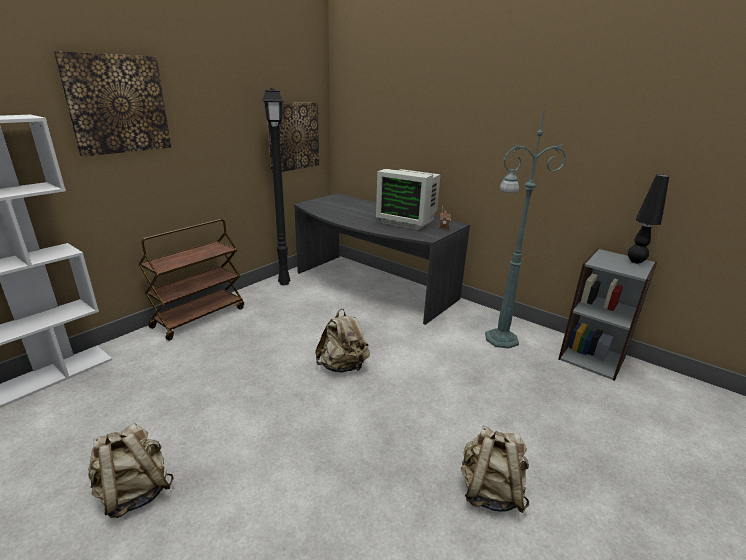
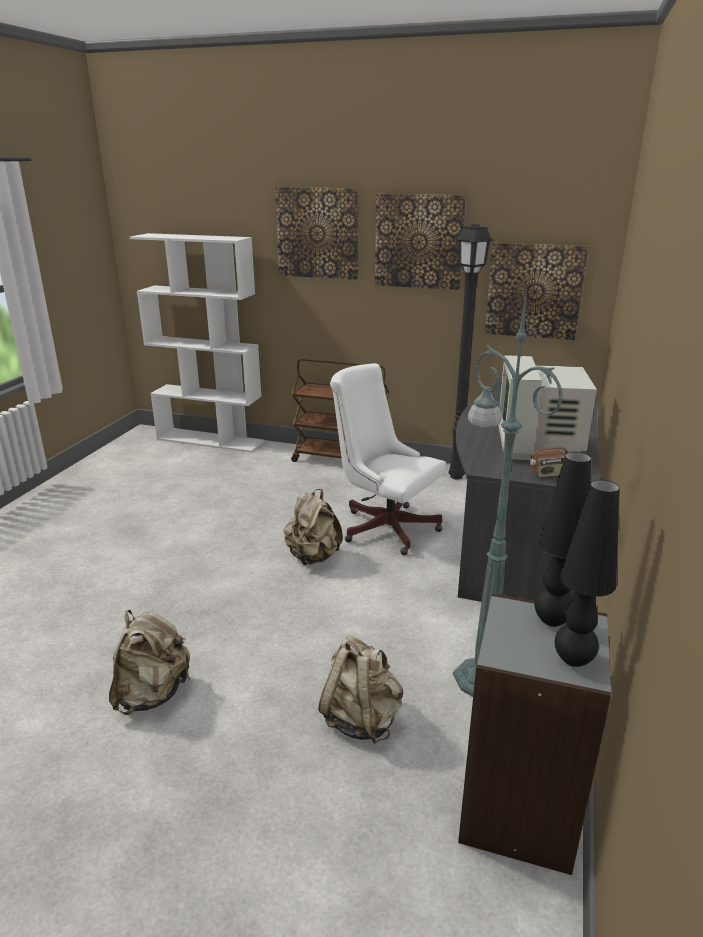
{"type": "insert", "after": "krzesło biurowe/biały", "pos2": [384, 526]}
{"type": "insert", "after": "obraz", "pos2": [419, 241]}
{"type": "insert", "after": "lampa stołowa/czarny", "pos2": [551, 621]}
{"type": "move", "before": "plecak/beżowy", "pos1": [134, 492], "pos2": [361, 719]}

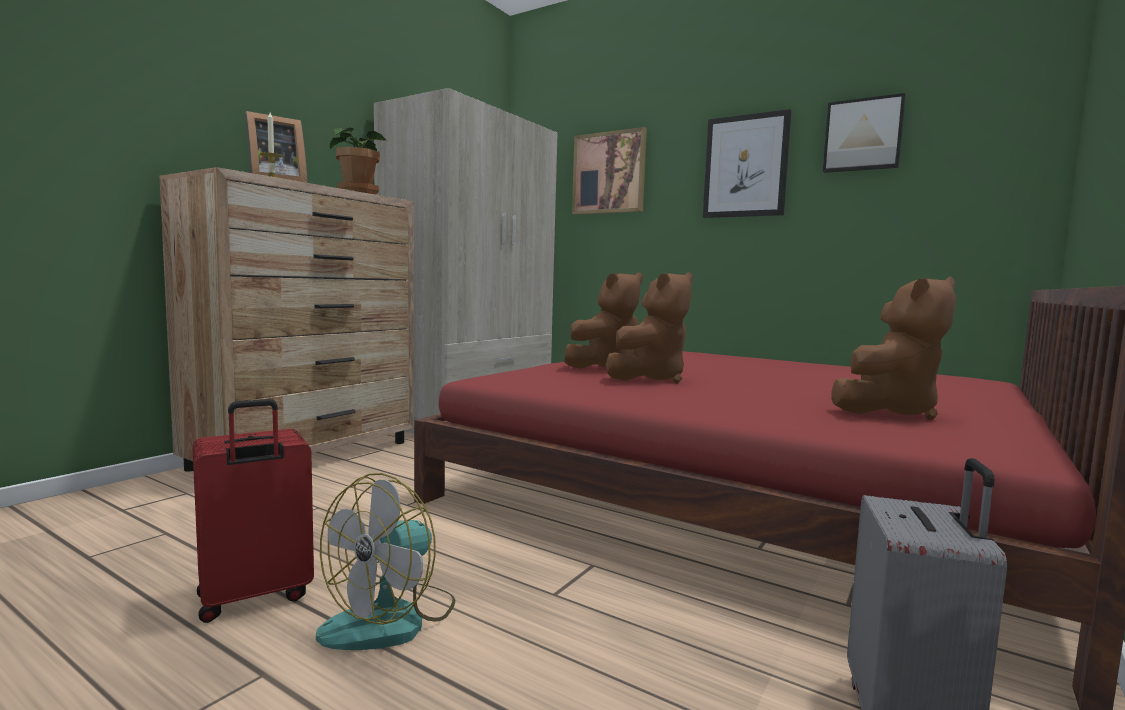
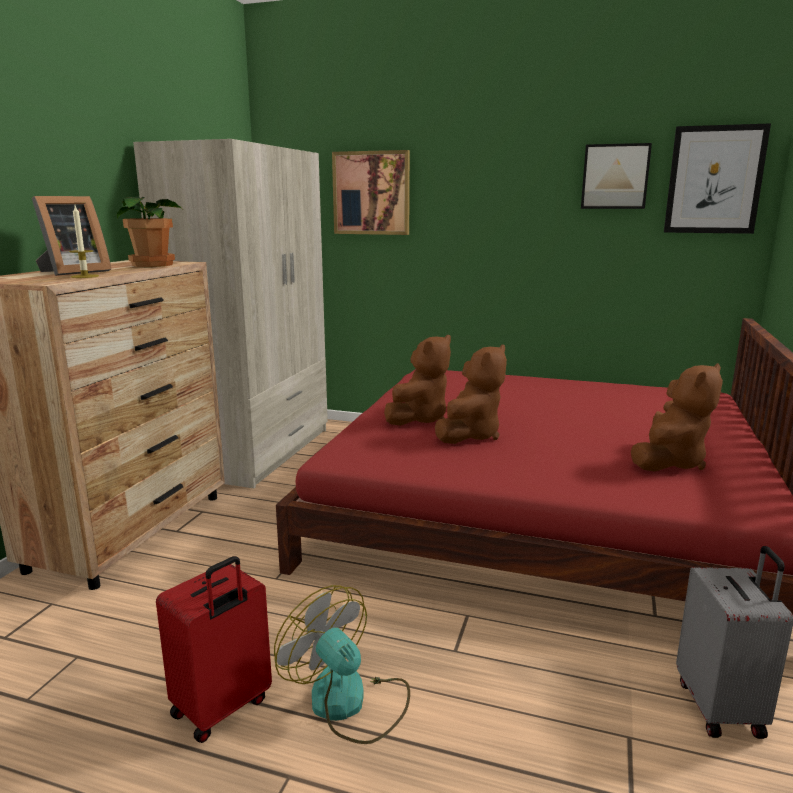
{"type": "move", "before": "obraz", "pos1": [745, 166], "pos2": [714, 180]}
{"type": "rotate", "before": "wentylator", "pos1": [391, 619], "pos2": [349, 703], "turn": 120}

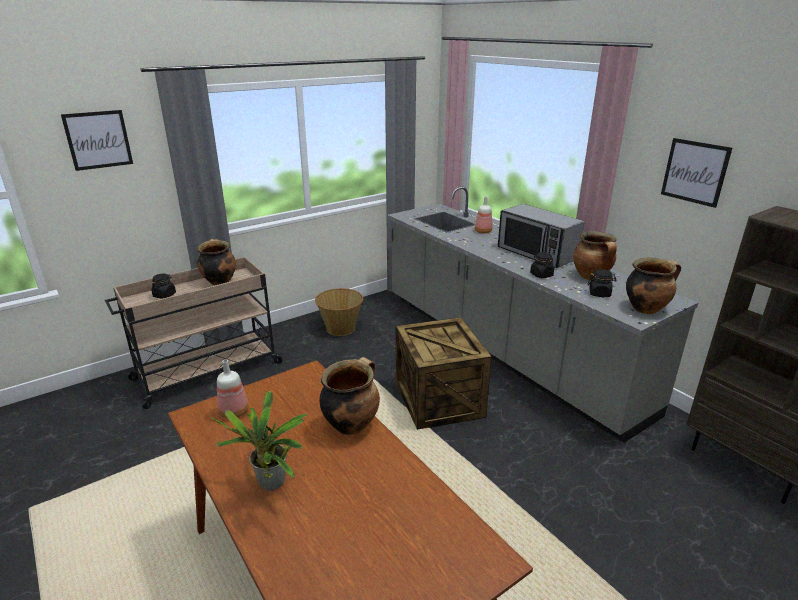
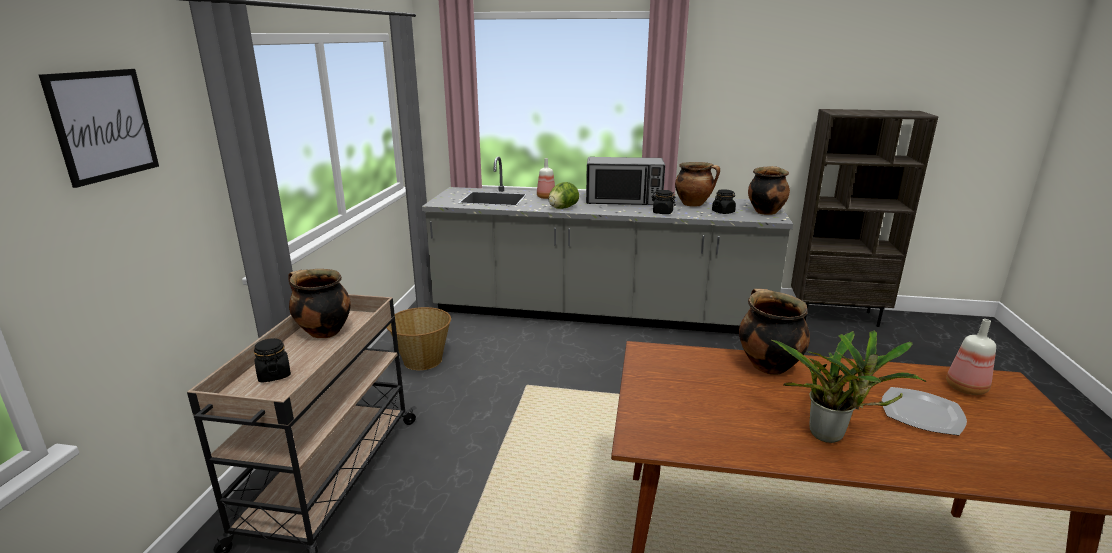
{"type": "delete", "before": "skrzynka", "pos1": [437, 399]}
{"type": "delete", "before": "obraz", "pos1": [695, 172]}
{"type": "insert", "after": "sałata", "pos2": [562, 208]}
{"type": "insert", "after": "talerz", "pos2": [921, 414]}
{"type": "move", "before": "butelka", "pos1": [233, 411], "pos2": [964, 388]}

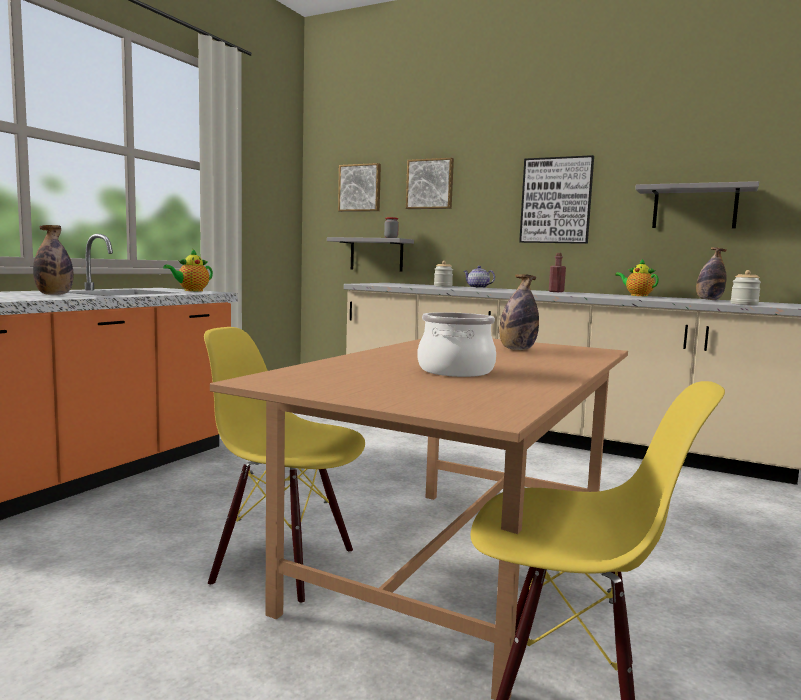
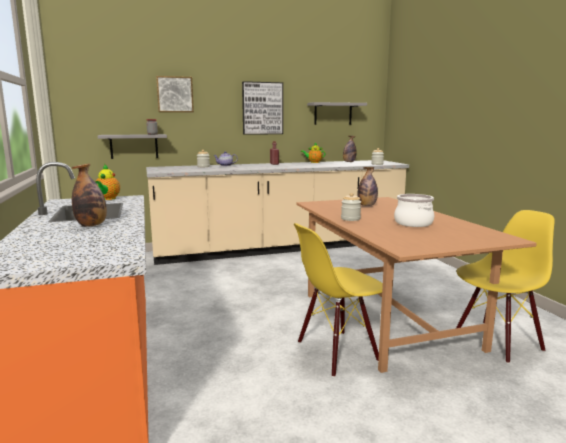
{"type": "delete", "before": "obraz", "pos1": [360, 188]}
{"type": "insert", "after": "słoik", "pos2": [350, 219]}

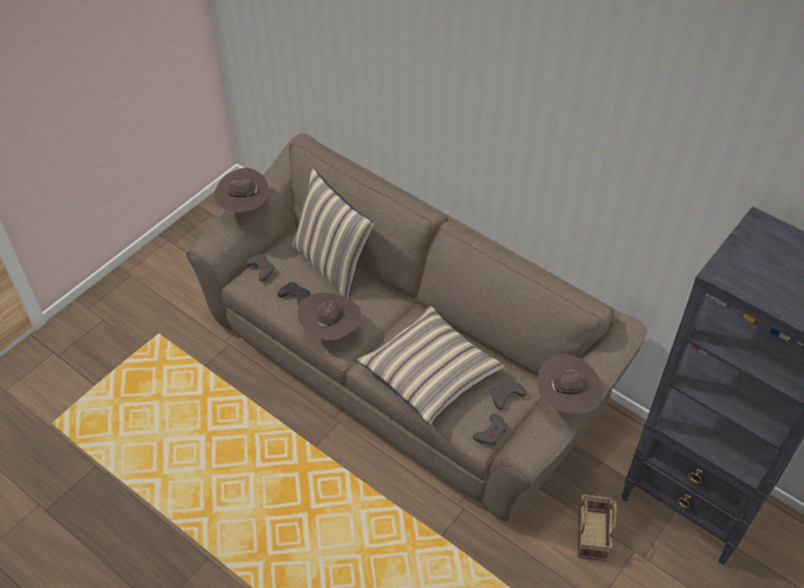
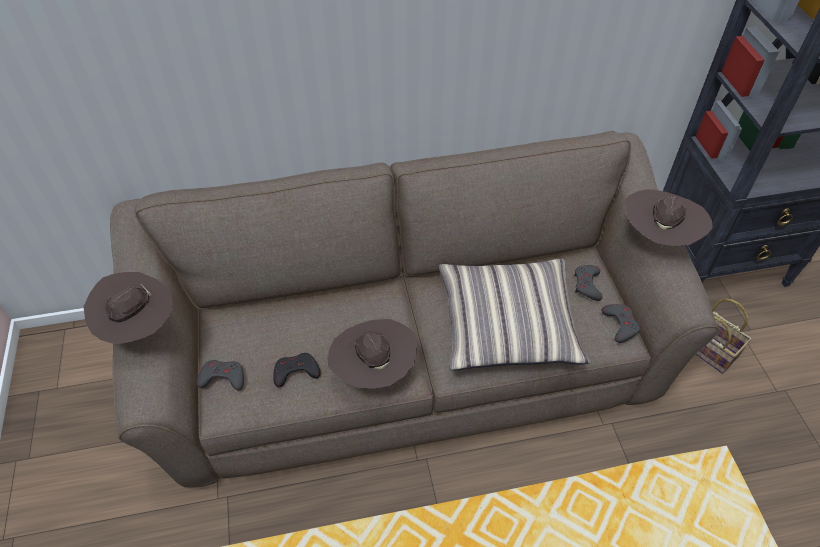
{"type": "delete", "before": "poduszka", "pos1": [333, 265]}

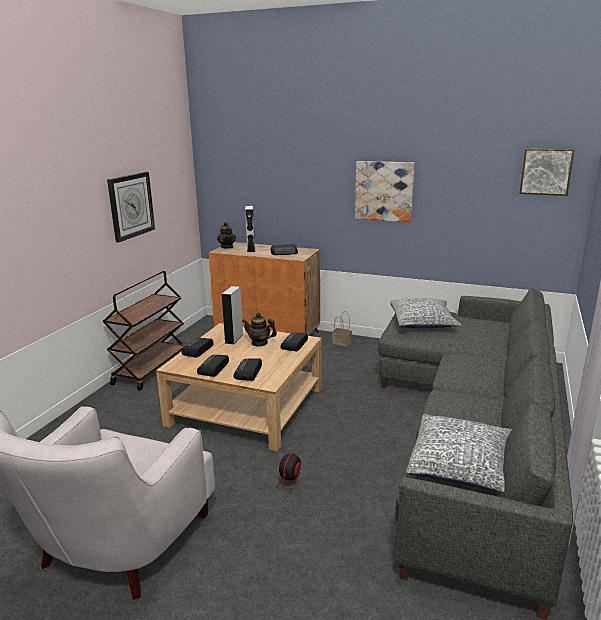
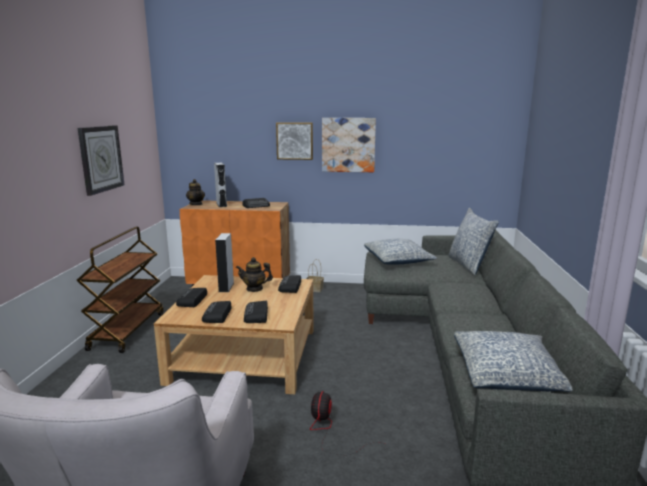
{"type": "insert", "after": "poduszka", "pos2": [469, 265]}
{"type": "move", "before": "obraz", "pos1": [546, 171], "pos2": [295, 141]}

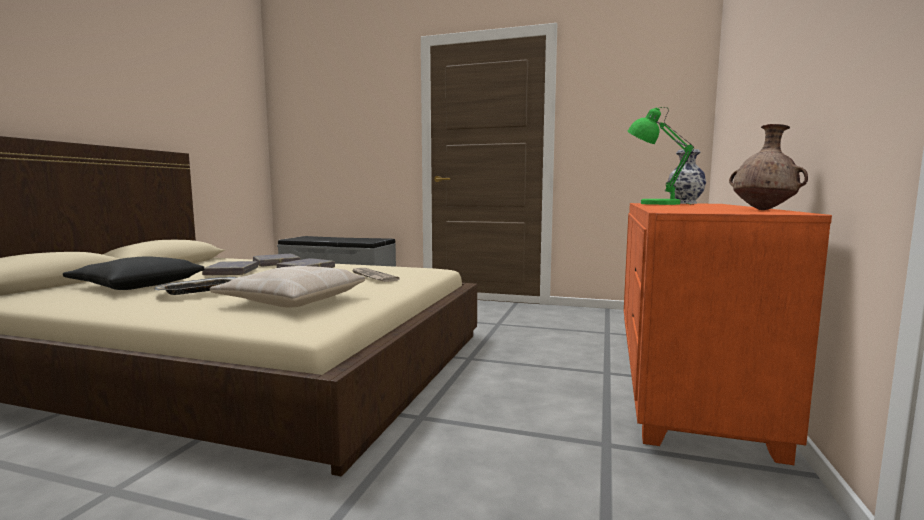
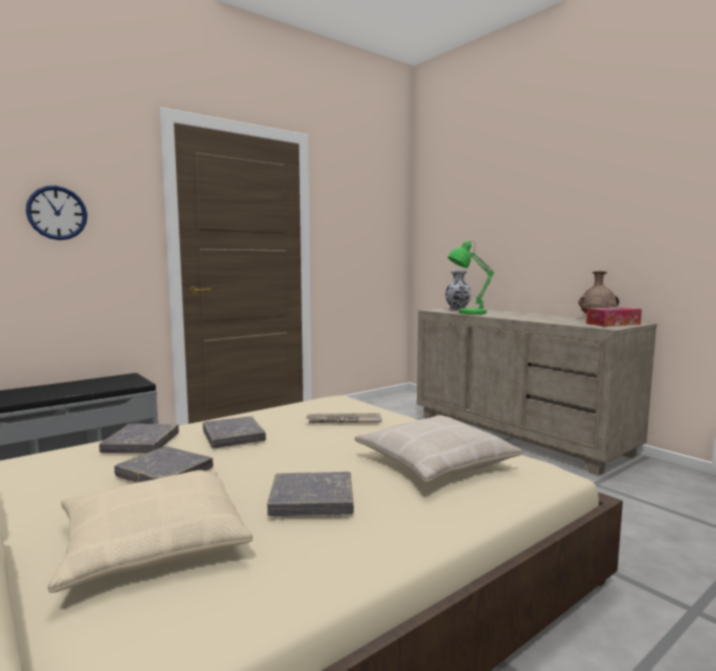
{"type": "insert", "after": "zegar ścienny", "pos2": [57, 213]}
{"type": "insert", "after": "pudełko chusteczek", "pos2": [613, 324]}
{"type": "replace", "before": "taca", "after": "książka/szary", "pos1": [199, 291], "pos2": [312, 500]}
{"type": "recolor", "before": "poduszka/czarny", "after": "poduszka/beżowy", "pos1": [137, 284], "pos2": [151, 543]}
{"type": "recolor", "before": "komoda/pomarańczowy", "after": "komoda/beżowy", "pos1": [683, 380], "pos2": [517, 435]}

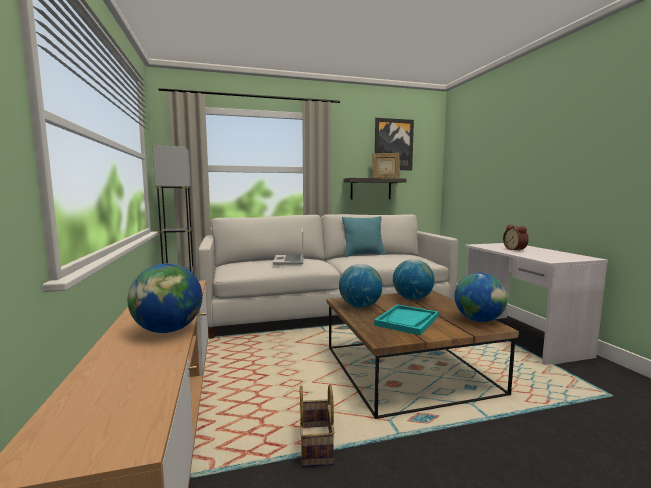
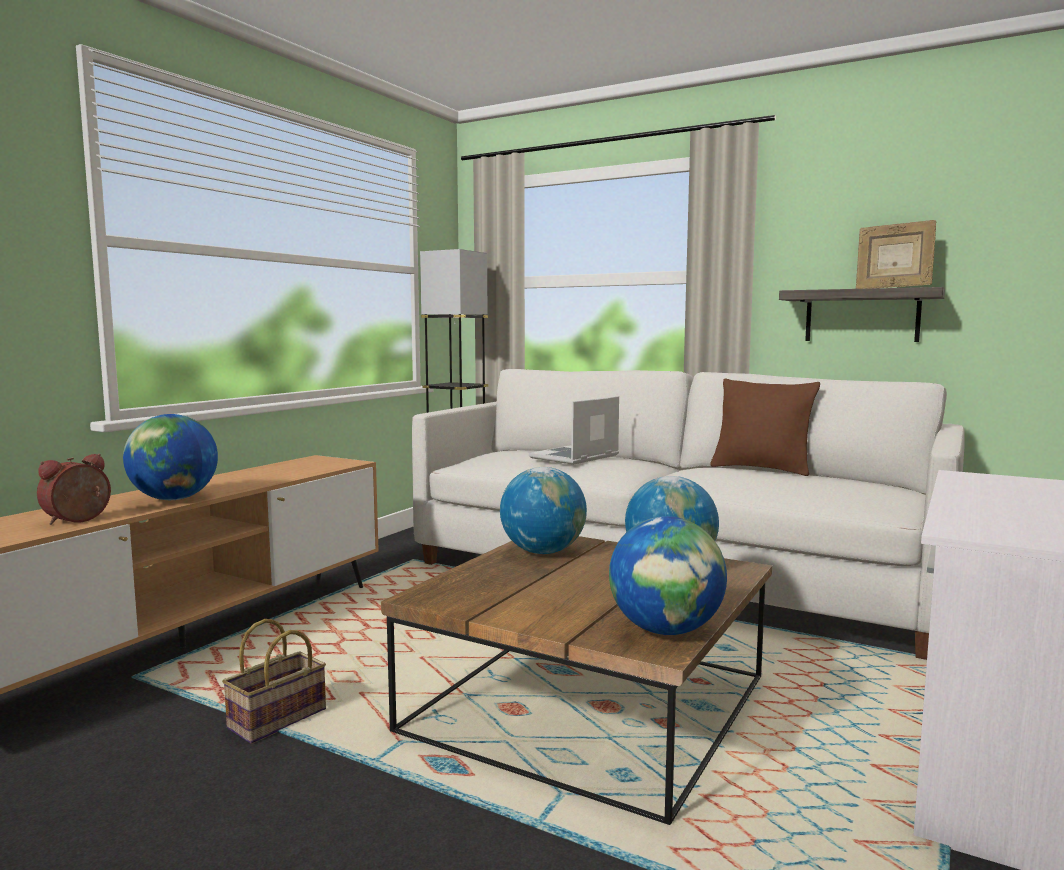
{"type": "delete", "before": "taca/turkusowy", "pos1": [407, 321]}
{"type": "delete", "before": "obraz", "pos1": [393, 144]}
{"type": "move", "before": "budzik", "pos1": [515, 249], "pos2": [79, 520]}
{"type": "recolor", "before": "poduszka/turkusowy", "after": "poduszka/brązowy", "pos1": [363, 254], "pos2": [761, 469]}

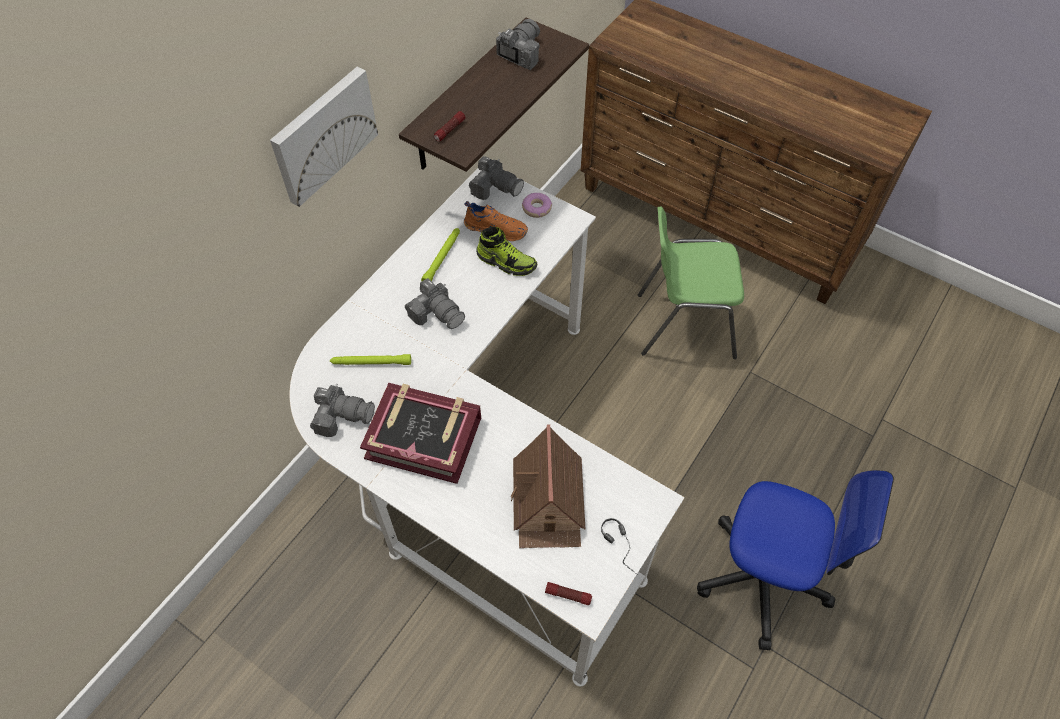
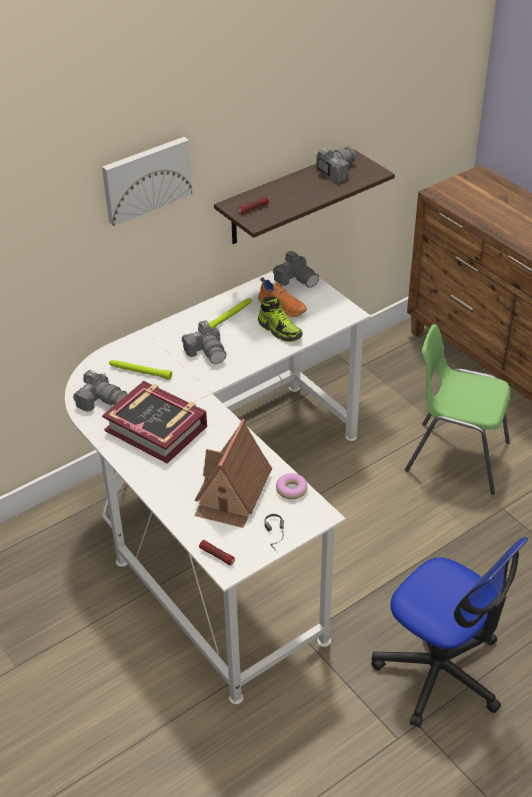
{"type": "move", "before": "donut", "pos1": [537, 208], "pos2": [291, 490]}

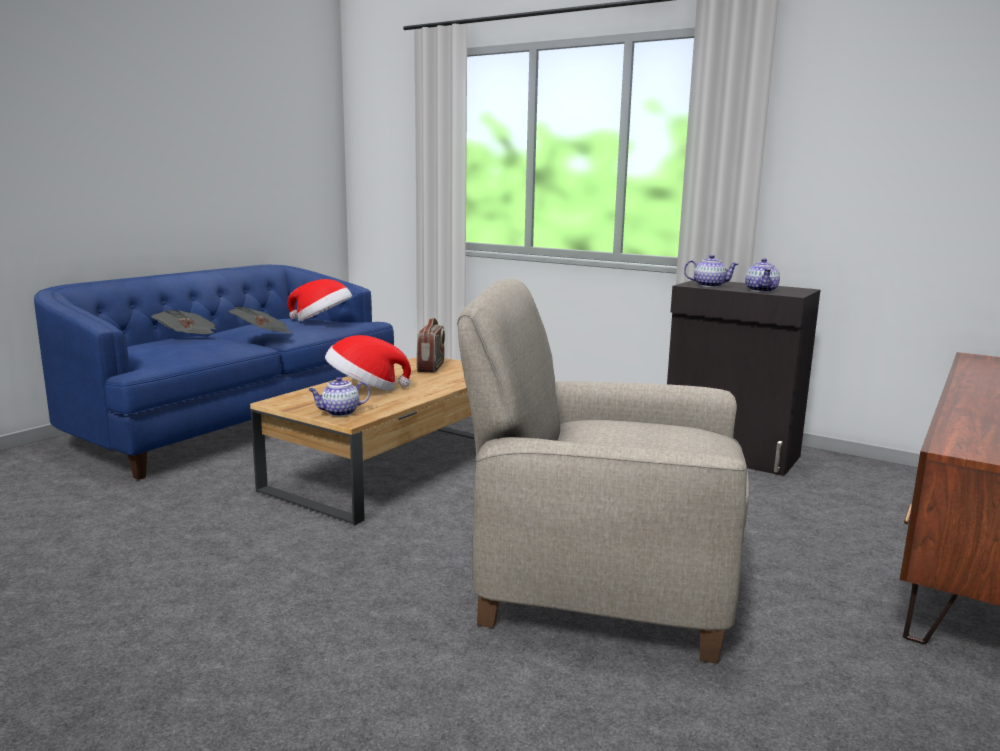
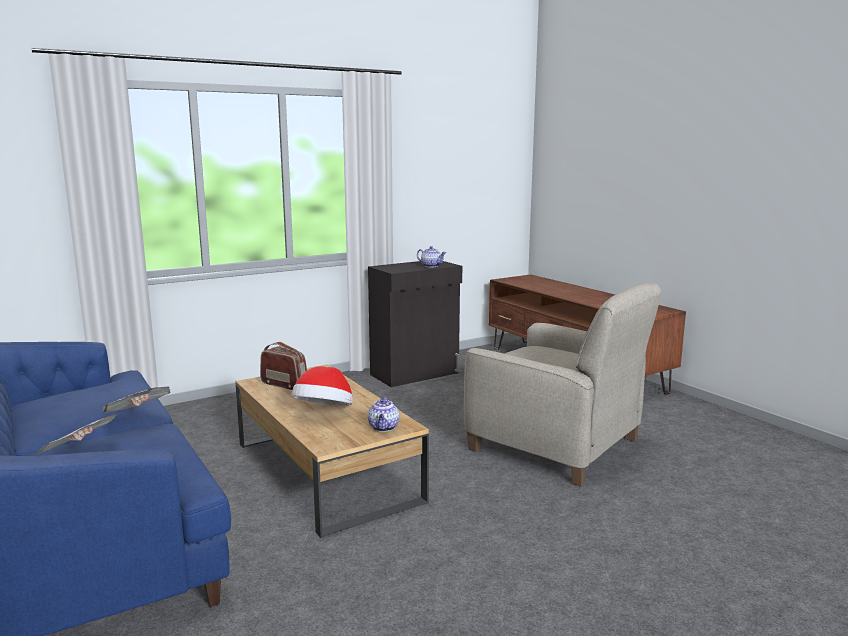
{"type": "delete", "before": "kapelusz", "pos1": [322, 321]}
{"type": "delete", "before": "imbryk", "pos1": [709, 285]}
{"type": "rotate", "before": "fotel/beżowy", "pos1": [602, 582], "pos2": [556, 445], "turn": -90}

